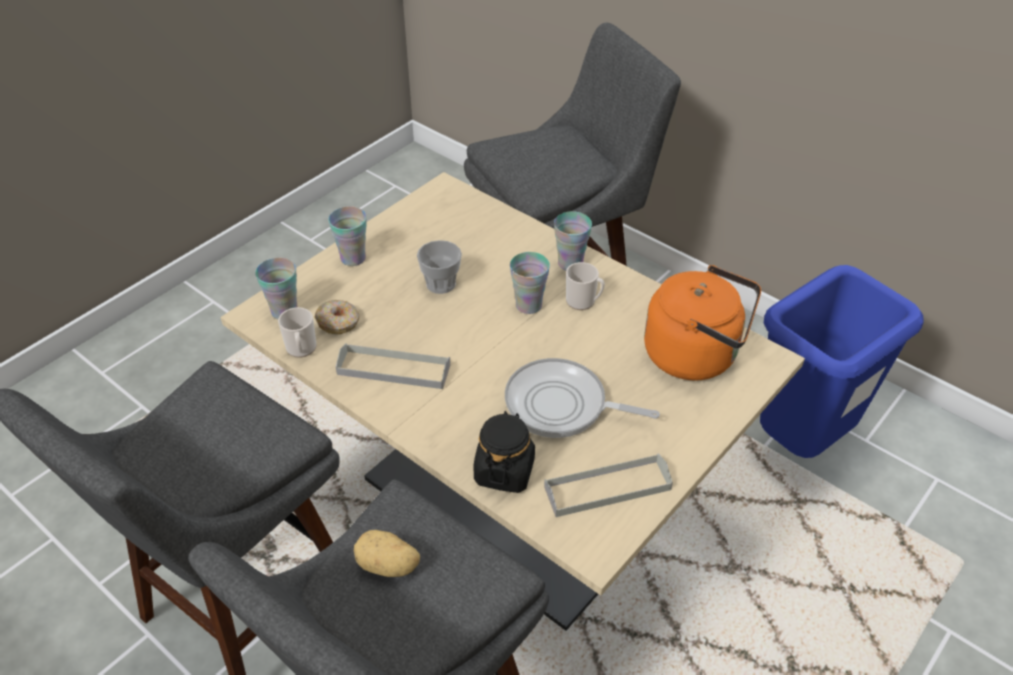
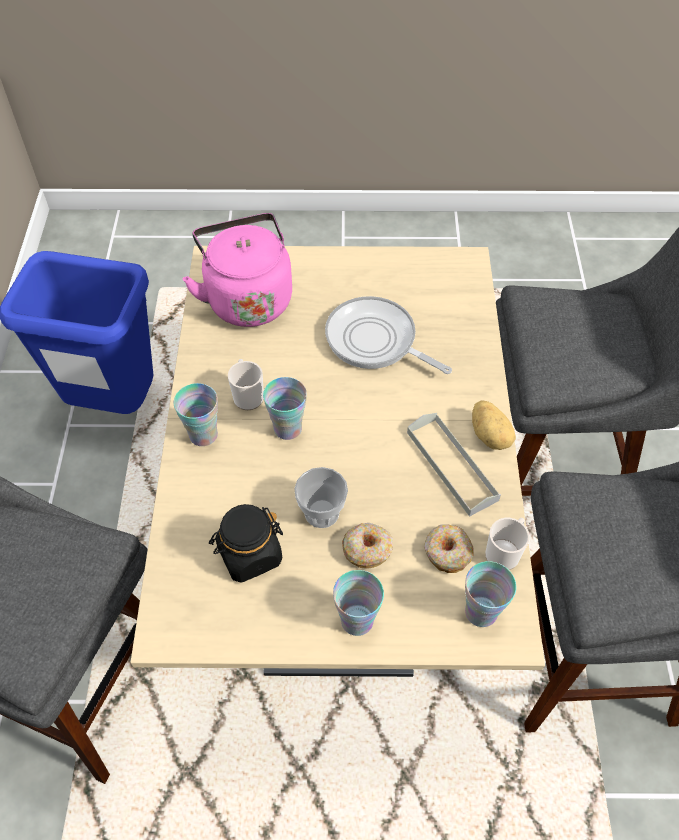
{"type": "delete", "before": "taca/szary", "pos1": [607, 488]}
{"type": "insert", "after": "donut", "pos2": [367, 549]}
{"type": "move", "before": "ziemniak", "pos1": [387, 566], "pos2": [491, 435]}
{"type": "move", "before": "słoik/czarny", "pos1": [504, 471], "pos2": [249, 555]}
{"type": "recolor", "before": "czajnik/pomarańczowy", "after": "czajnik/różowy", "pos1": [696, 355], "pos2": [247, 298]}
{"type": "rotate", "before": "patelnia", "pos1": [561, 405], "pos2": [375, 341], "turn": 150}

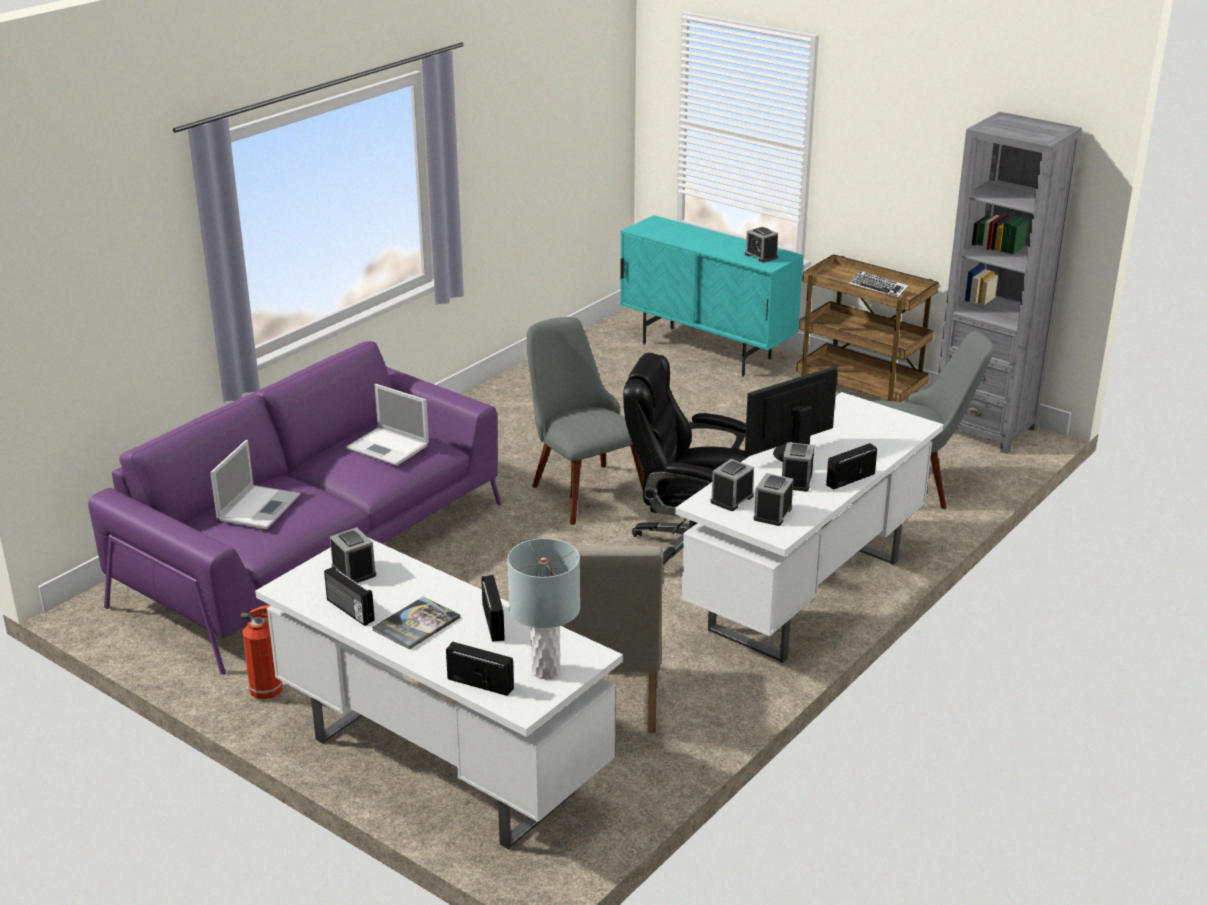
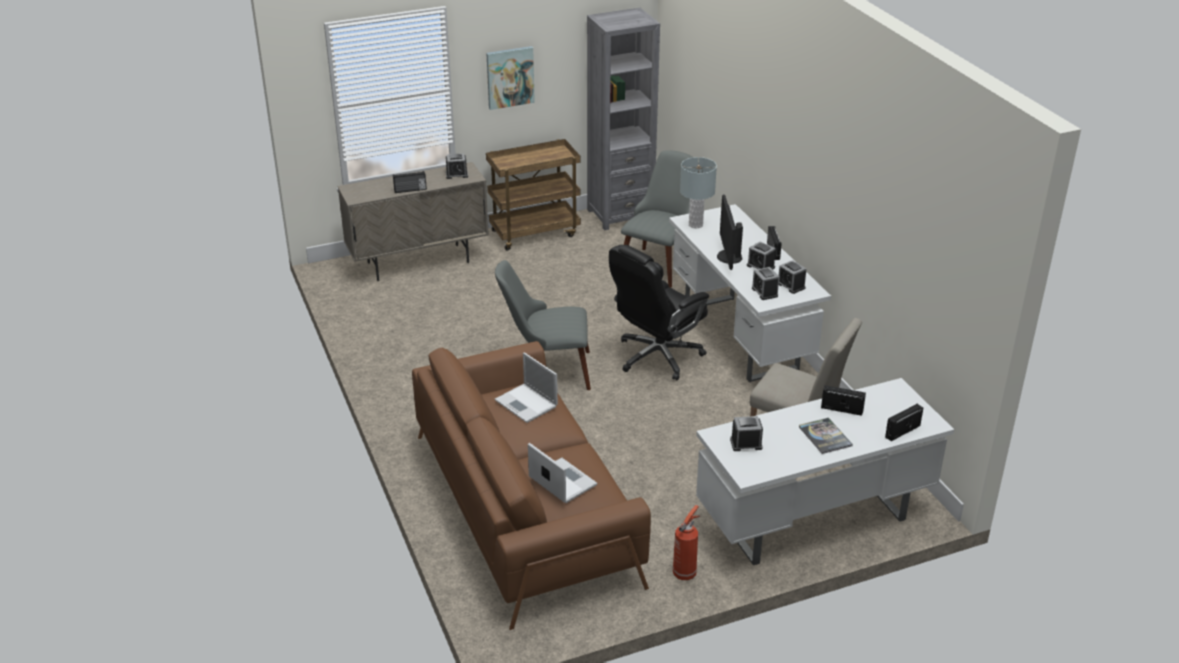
{"type": "delete", "before": "klawiatura", "pos1": [878, 288]}
{"type": "insert", "after": "obraz", "pos2": [510, 77]}
{"type": "move", "before": "radio", "pos1": [349, 611], "pos2": [410, 190]}
{"type": "move", "before": "lampa stołowa/szary", "pos1": [546, 671], "pos2": [696, 225]}
{"type": "recolor", "before": "kanapa/fioletowy", "after": "kanapa/brązowy", "pos1": [313, 553], "pos2": [525, 507]}
{"type": "recolor", "before": "szafka/turkusowy", "after": "szafka/beżowy", "pos1": [706, 351], "pos2": [418, 262]}
{"type": "rotate", "before": "laptop", "pos1": [389, 447], "pos2": [527, 404], "turn": 75}

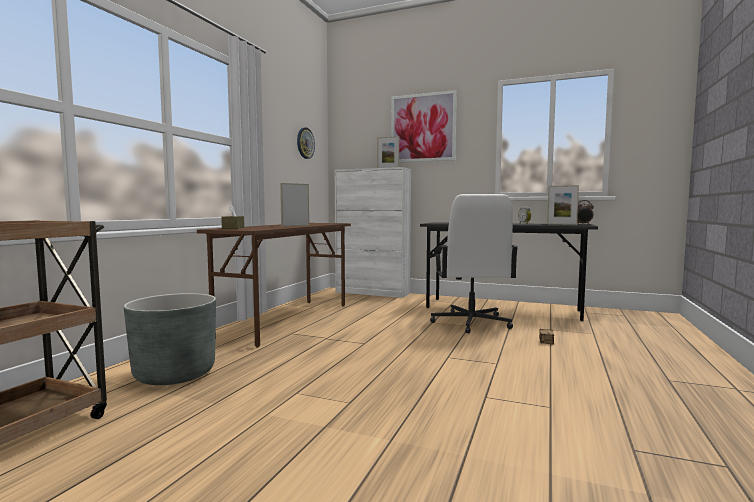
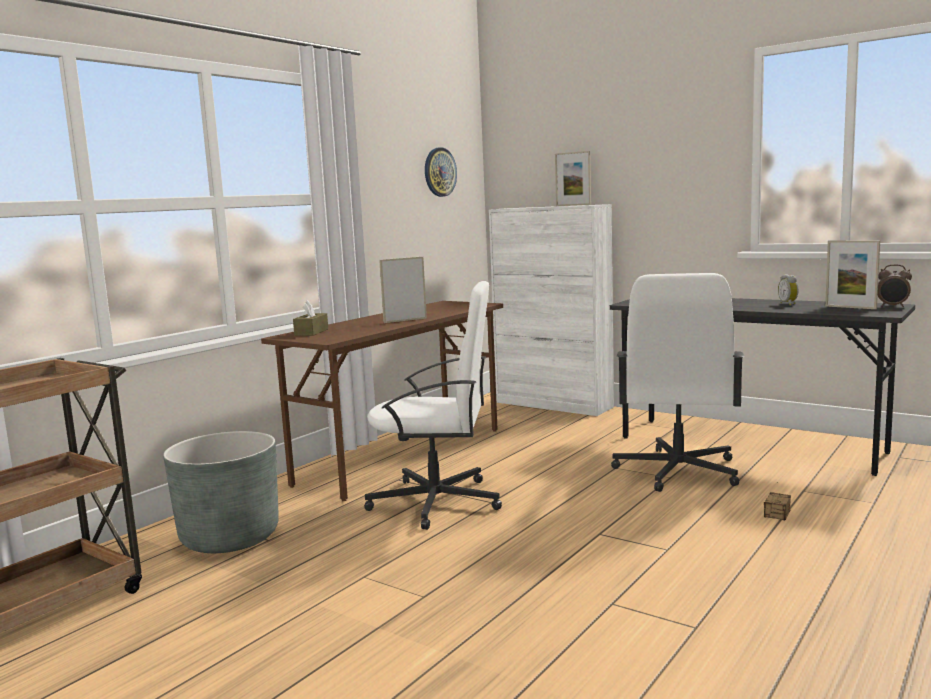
{"type": "delete", "before": "obraz", "pos1": [422, 128]}
{"type": "insert", "after": "krzesło biurowe/biały", "pos2": [438, 502]}

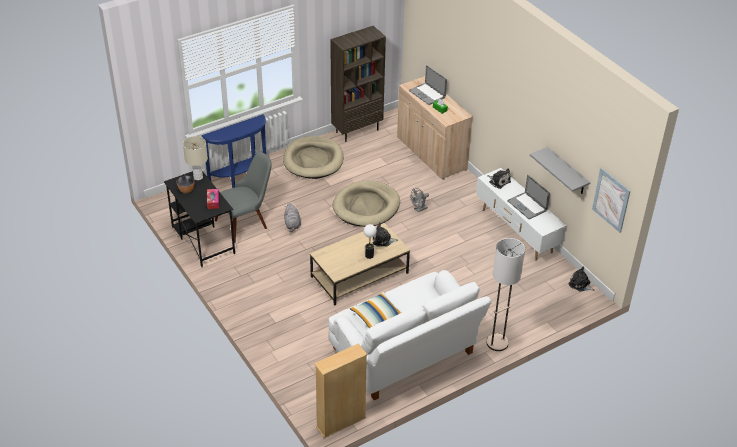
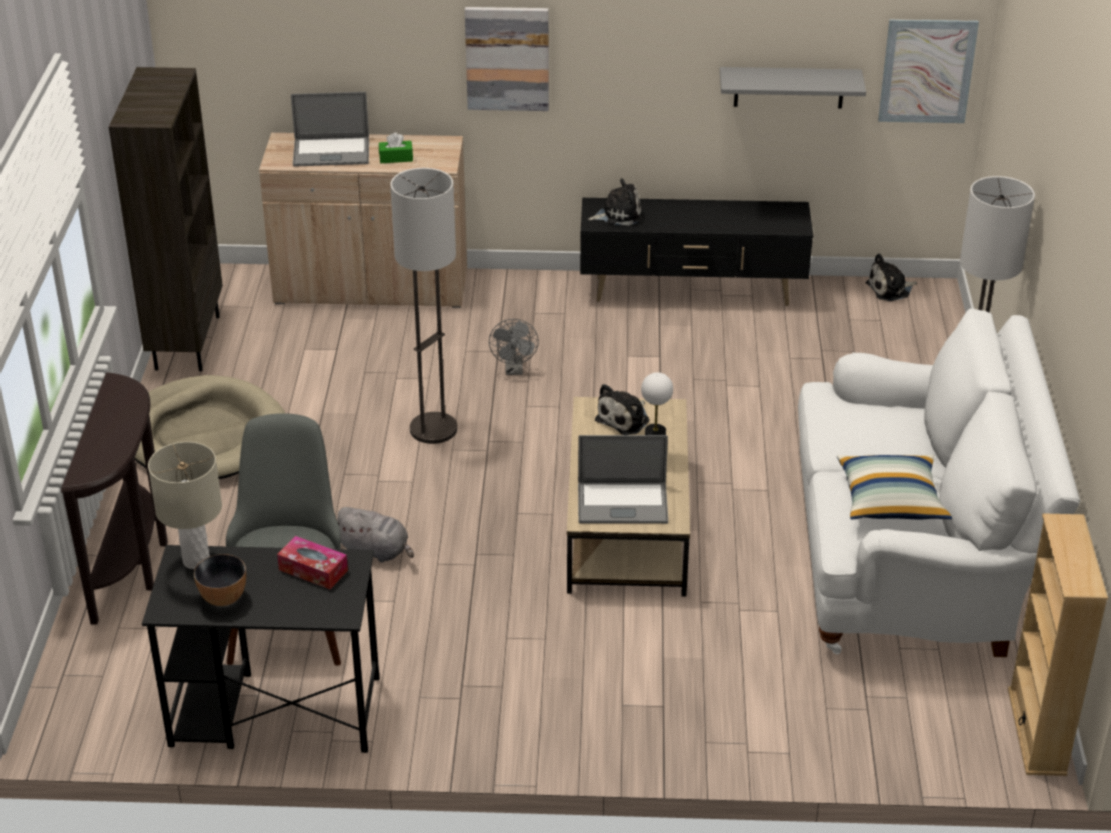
{"type": "insert", "after": "obraz", "pos2": [507, 58]}
{"type": "move", "before": "laptop", "pos1": [527, 206], "pos2": [622, 503]}
{"type": "replace", "before": "legowisko/beżowy", "after": "lampa stojąca", "pos1": [366, 206], "pos2": [433, 429]}
{"type": "recolor", "before": "stolik konsolowy/niebieski", "after": "stolik konsolowy/brązowy", "pos1": [241, 178], "pos2": [134, 564]}
{"type": "recolor", "before": "szafka pod telewizor/biały", "after": "szafka pod telewizor/czarny", "pos1": [516, 231], "pos2": [692, 292]}

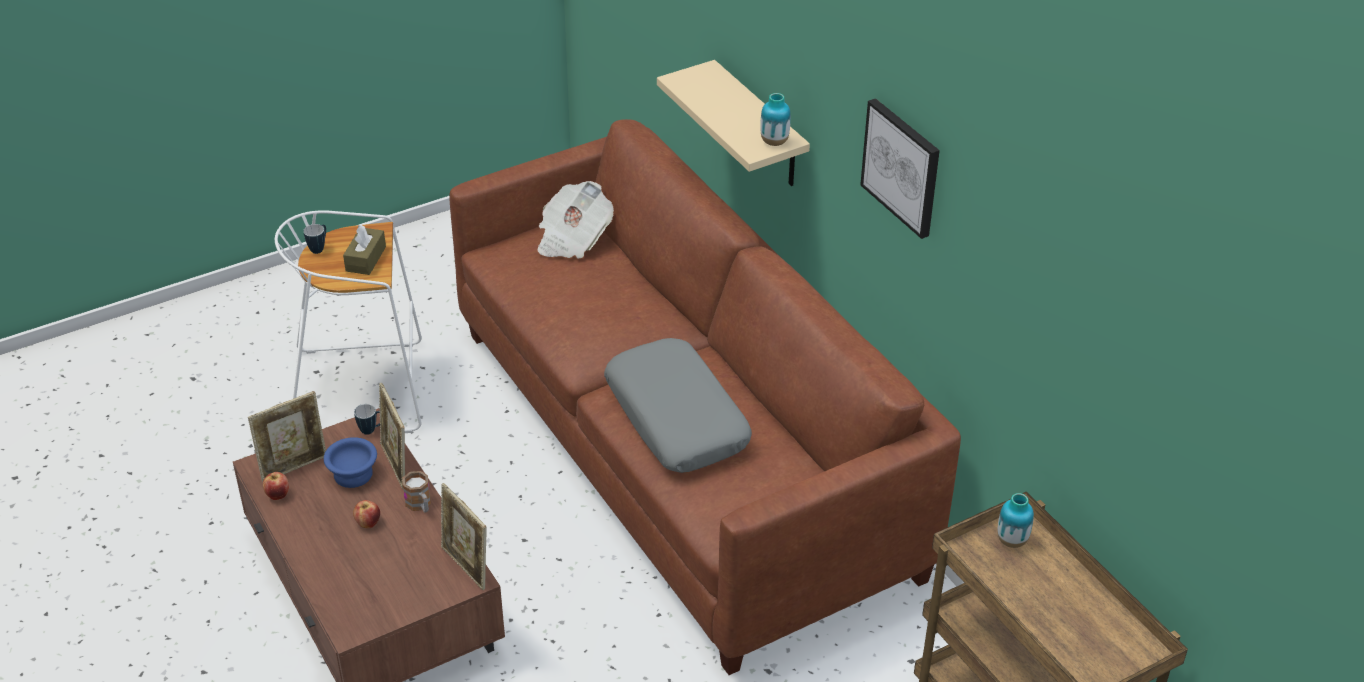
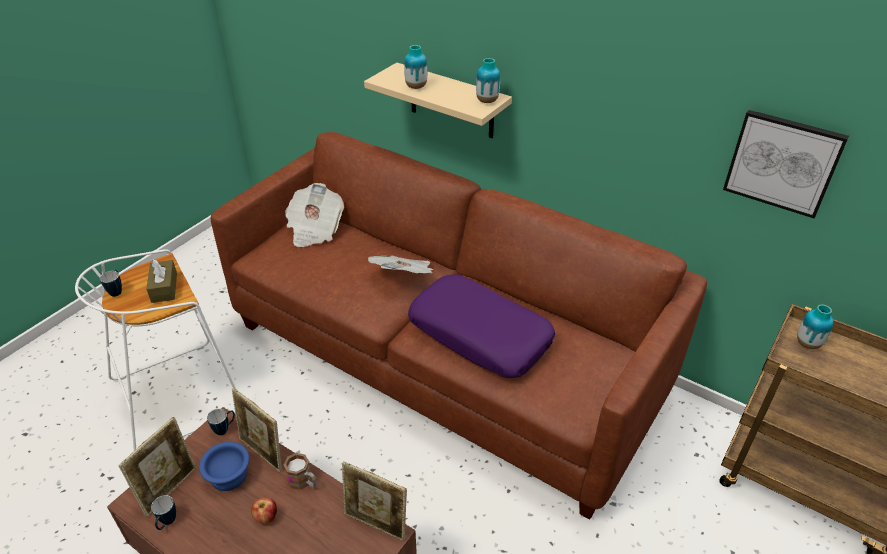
{"type": "insert", "after": "gazeta", "pos2": [404, 277]}
{"type": "insert", "after": "wazon", "pos2": [416, 87]}
{"type": "move", "before": "obraz", "pos1": [902, 167], "pos2": [782, 162]}
{"type": "replace", "before": "jabłko", "after": "kubek", "pos1": [278, 495], "pos2": [167, 523]}
{"type": "recolor", "before": "poduszka/szary", "after": "poduszka/fioletowy", "pos1": [677, 418], "pos2": [480, 335]}

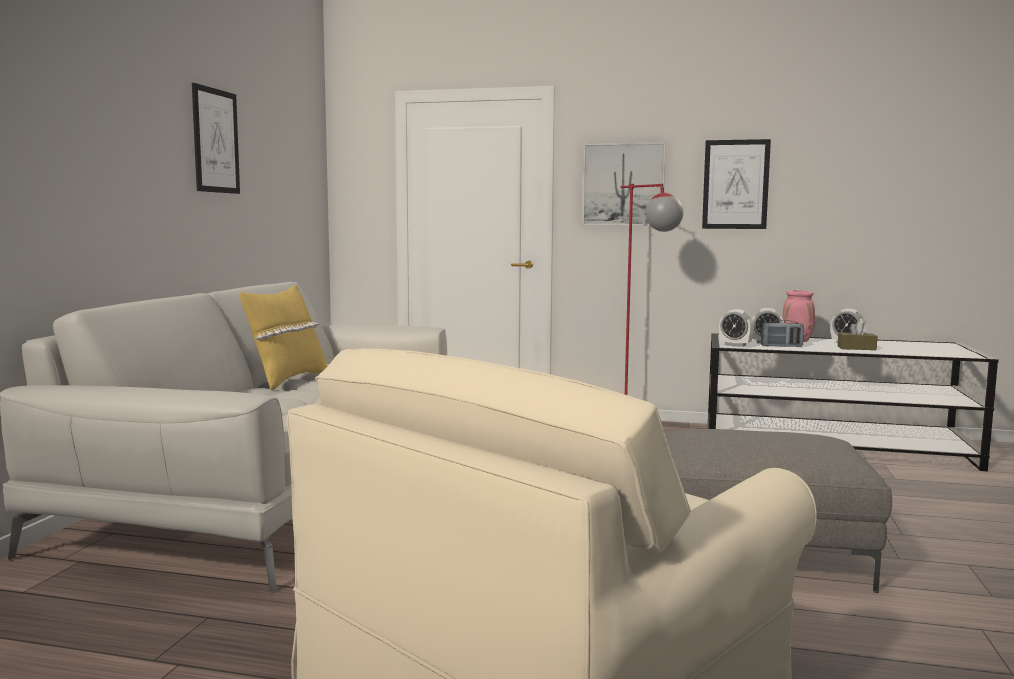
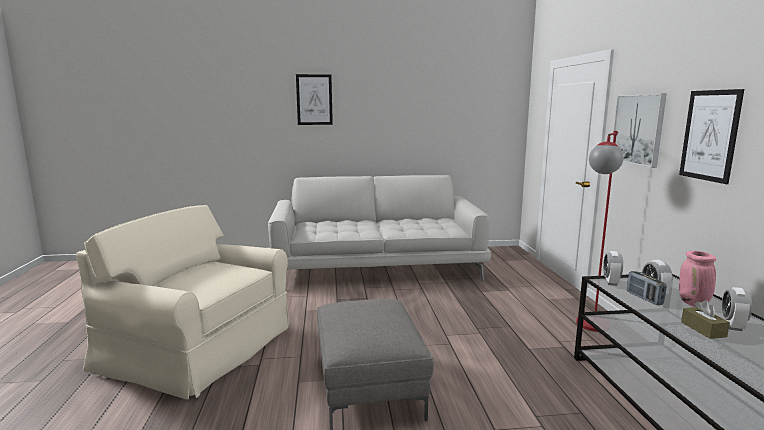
{"type": "delete", "before": "poduszka/żółty", "pos1": [287, 380]}
{"type": "move", "before": "obraz", "pos1": [216, 141], "pos2": [314, 99]}

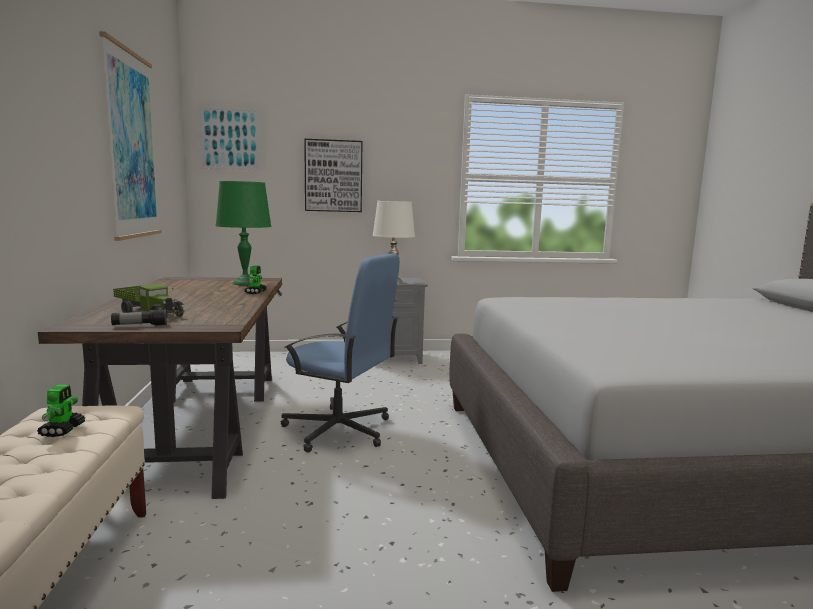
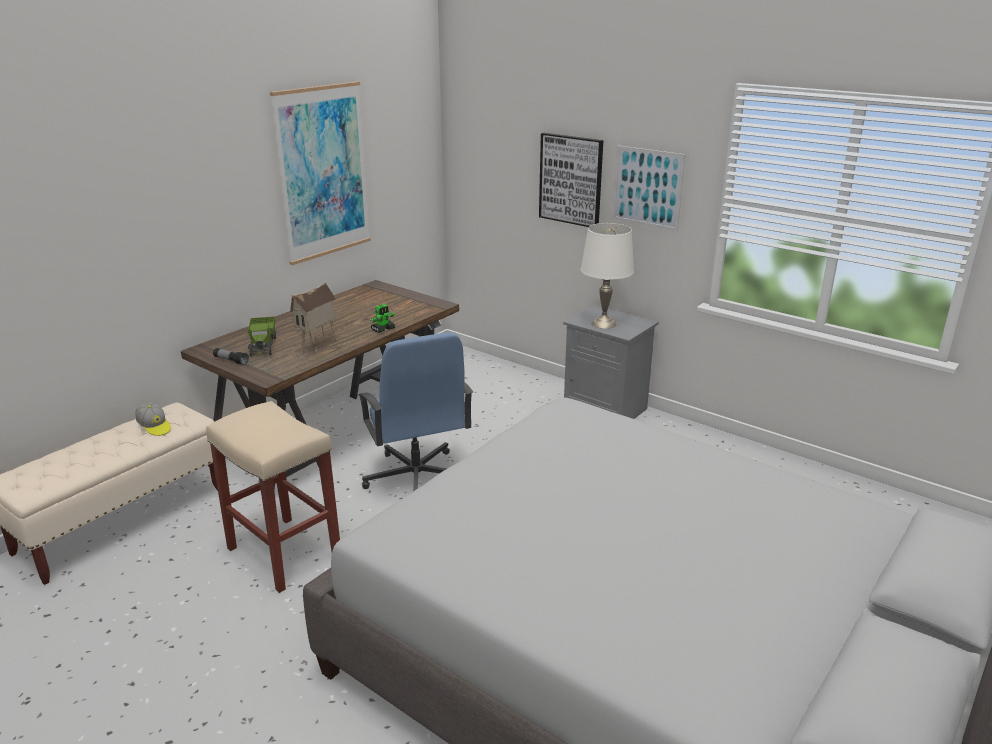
{"type": "delete", "before": "lampa stołowa/zielony", "pos1": [245, 283]}
{"type": "insert", "after": "stołek/beżowy", "pos2": [282, 553]}
{"type": "insert", "after": "domek", "pos2": [318, 347]}
{"type": "move", "before": "obraz", "pos1": [229, 139], "pos2": [647, 187]}
{"type": "replace", "before": "robot zabawkowy", "after": "czapka z daszkiem", "pos1": [62, 430], "pos2": [154, 427]}

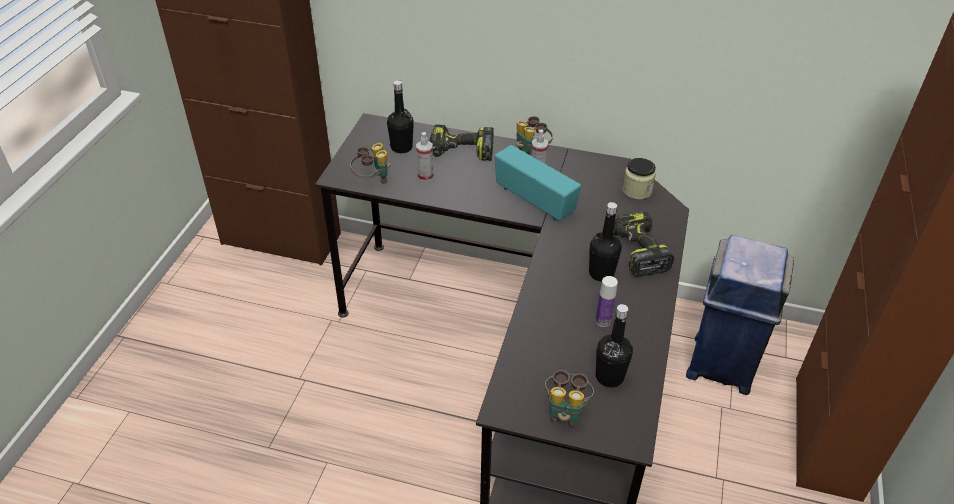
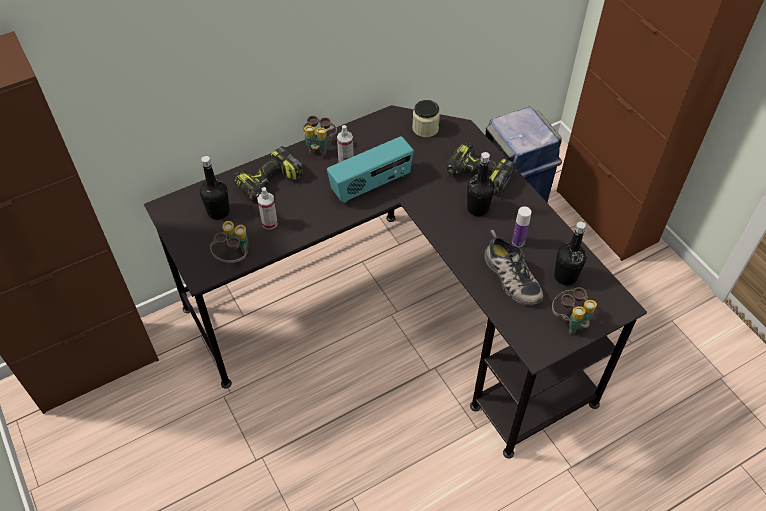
{"type": "insert", "after": "but", "pos2": [510, 277]}
{"type": "rotate", "before": "radio", "pos1": [535, 200], "pos2": [371, 185], "turn": 150}

